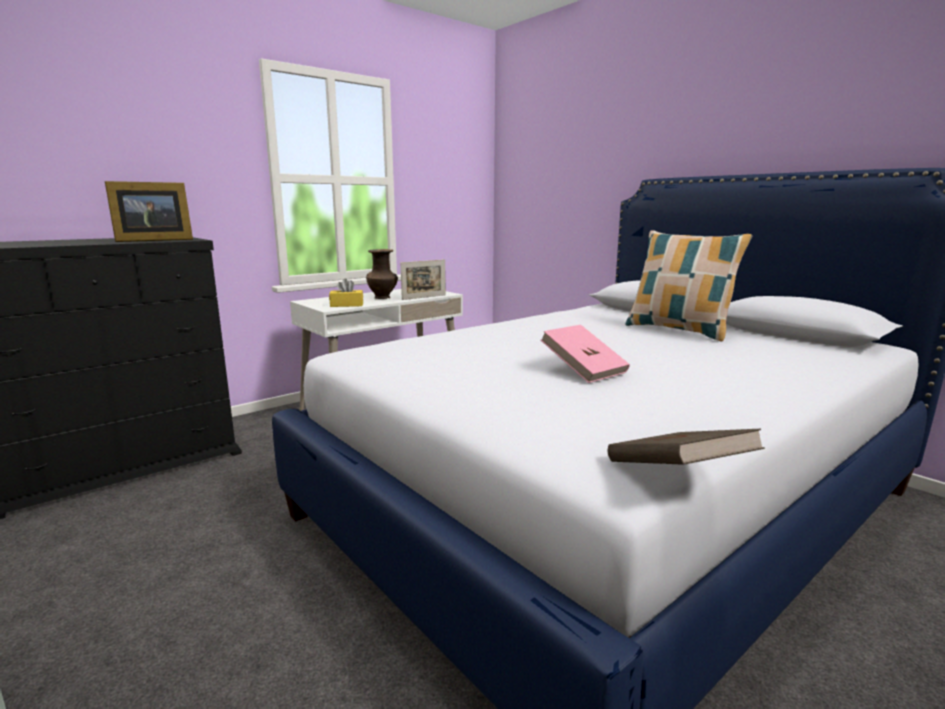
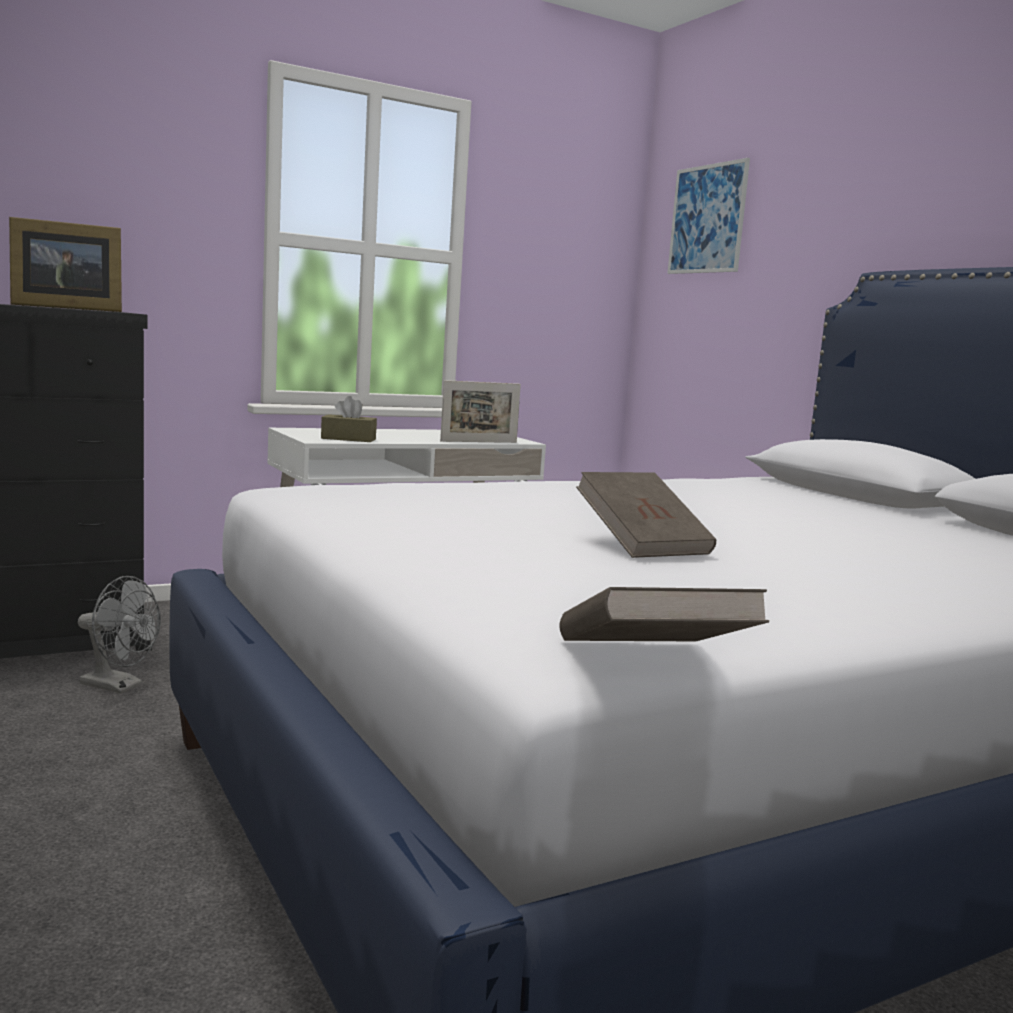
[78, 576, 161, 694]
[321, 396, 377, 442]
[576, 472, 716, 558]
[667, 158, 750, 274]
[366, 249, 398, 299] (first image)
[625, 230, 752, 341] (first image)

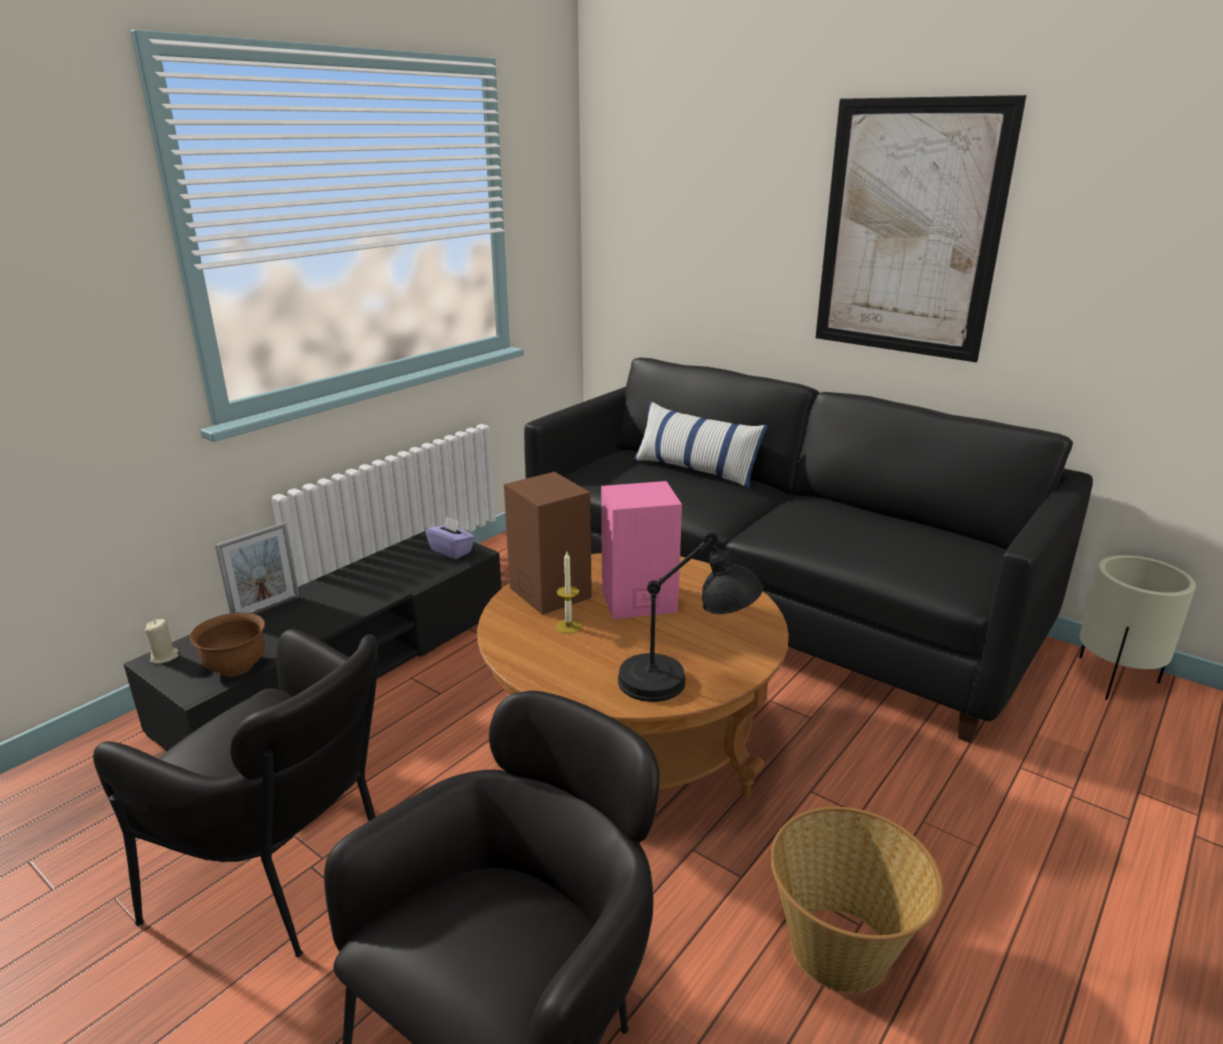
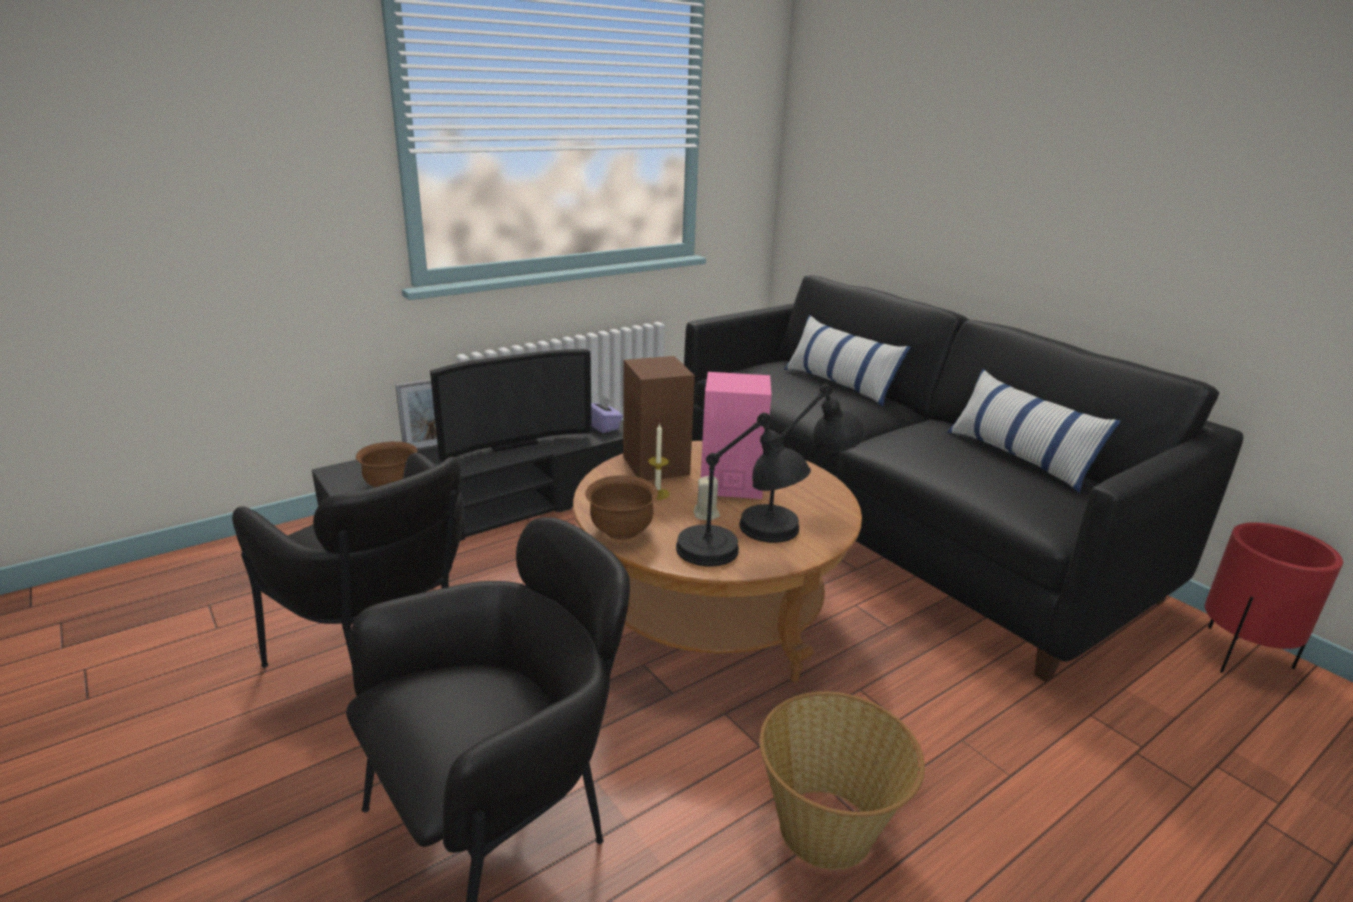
[430, 349, 592, 462]
[585, 475, 658, 540]
[694, 476, 720, 520]
[739, 384, 866, 543]
[947, 369, 1121, 493]
[1205, 522, 1343, 673]
[815, 95, 1027, 362] (first image)

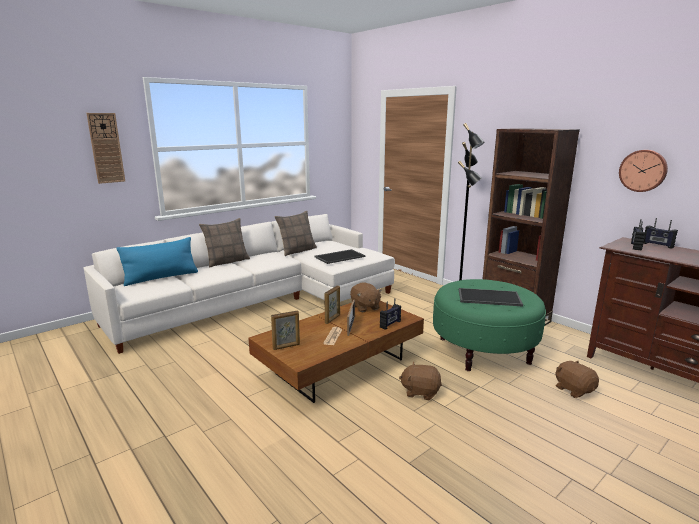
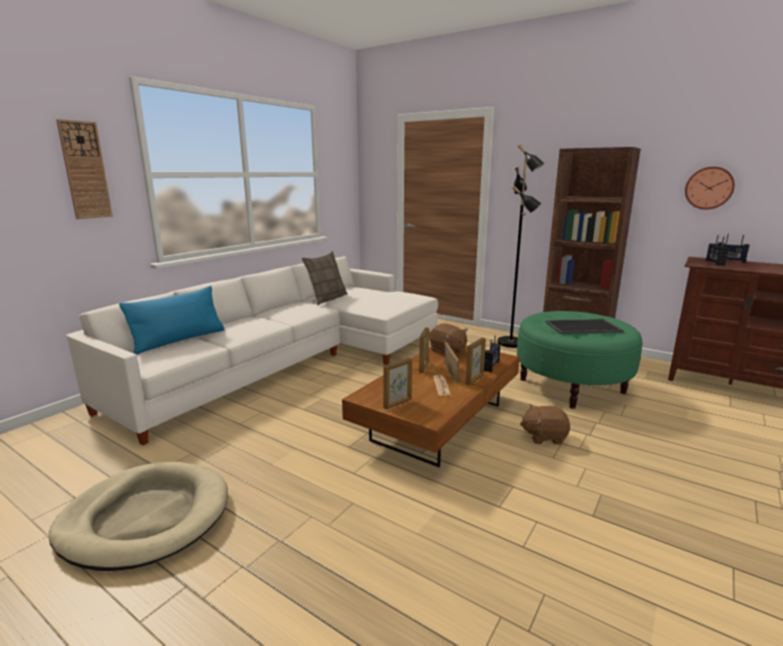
[48, 462, 228, 571]
[465, 338, 486, 385]
[199, 218, 250, 268] (first image)
[315, 249, 366, 264] (first image)
[555, 361, 599, 398] (first image)

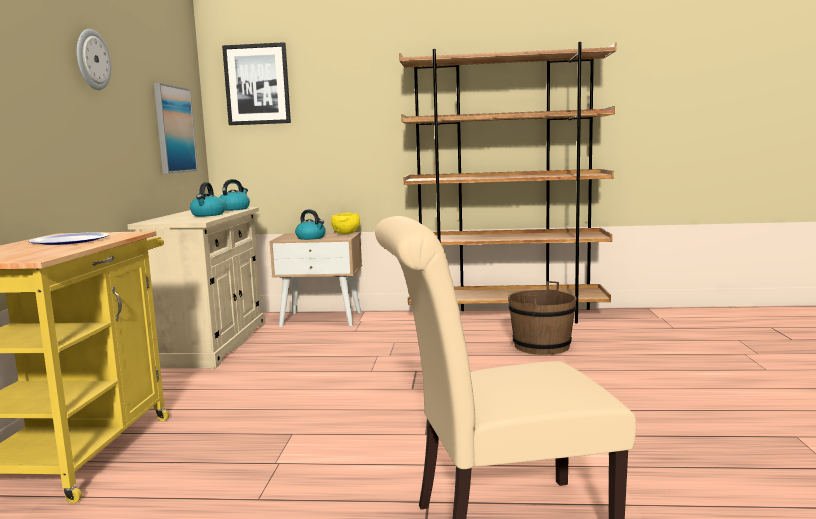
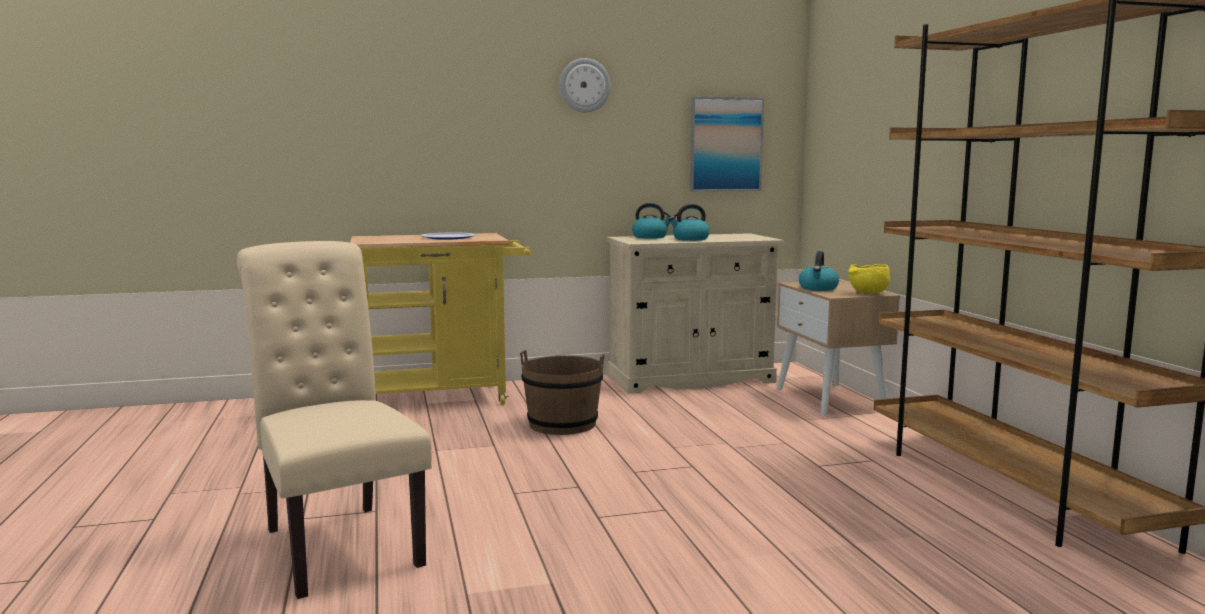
[520, 350, 605, 435]
[632, 203, 671, 239]
[222, 42, 291, 125] (first image)

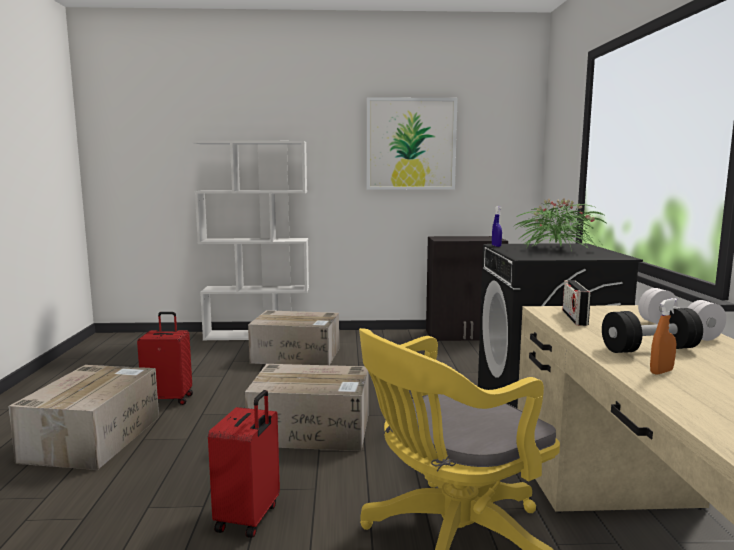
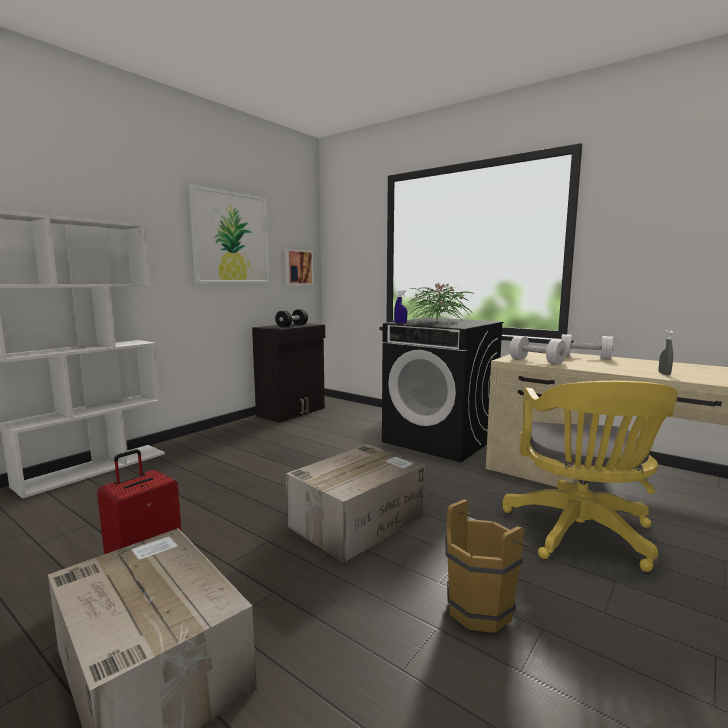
[275, 309, 308, 327]
[285, 249, 314, 285]
[445, 499, 529, 633]
[510, 336, 566, 364]
[659, 330, 673, 375]
[248, 310, 339, 365] (first image)

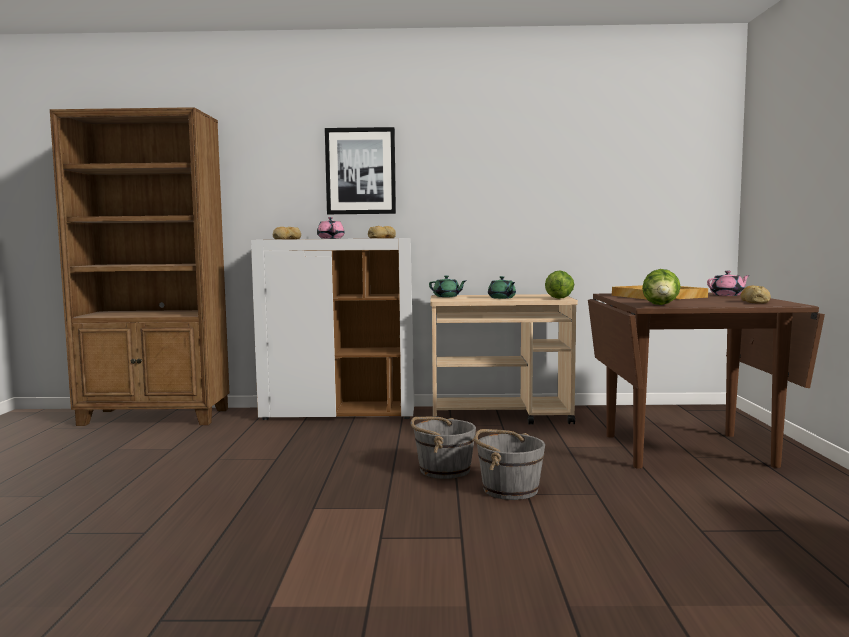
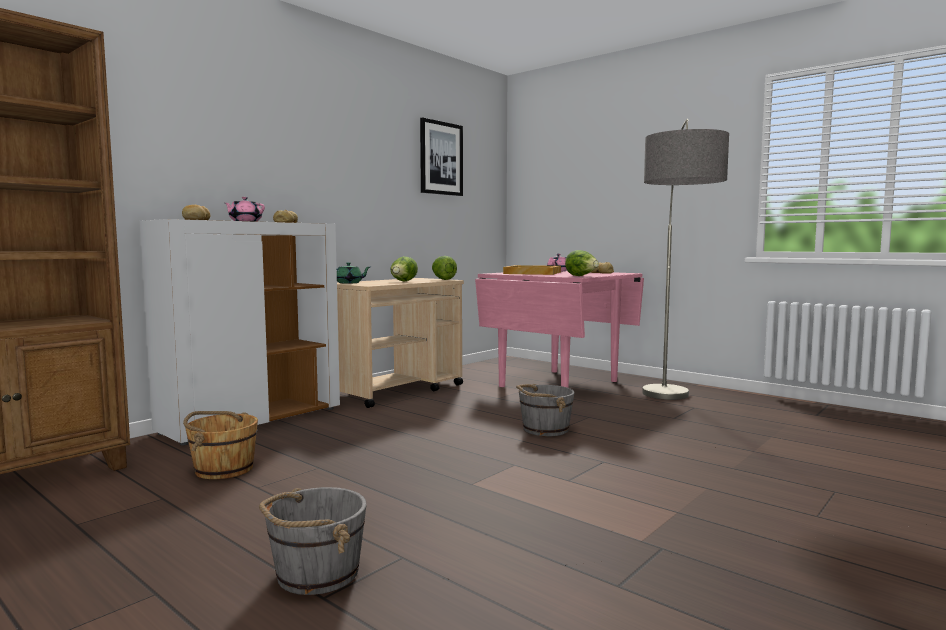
[183, 411, 258, 480]
[259, 487, 367, 595]
[390, 256, 418, 282]
[420, 117, 463, 196]
[475, 271, 644, 388]
[642, 119, 729, 400]

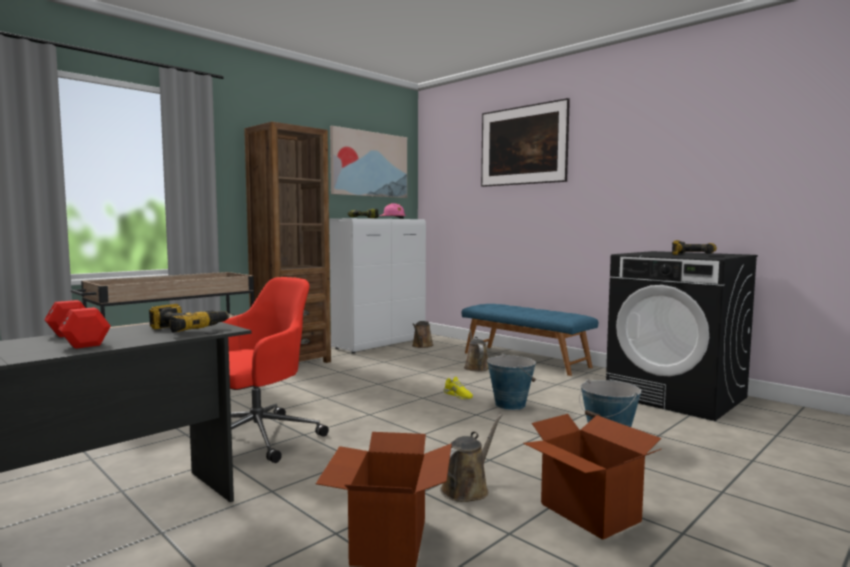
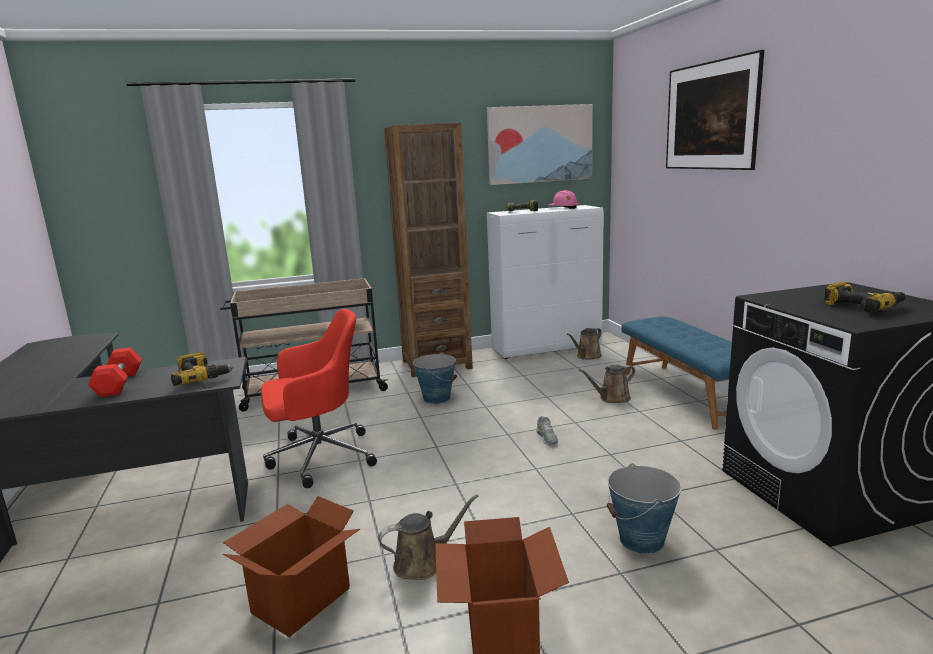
[413, 353, 457, 404]
[536, 416, 558, 445]
[579, 365, 635, 403]

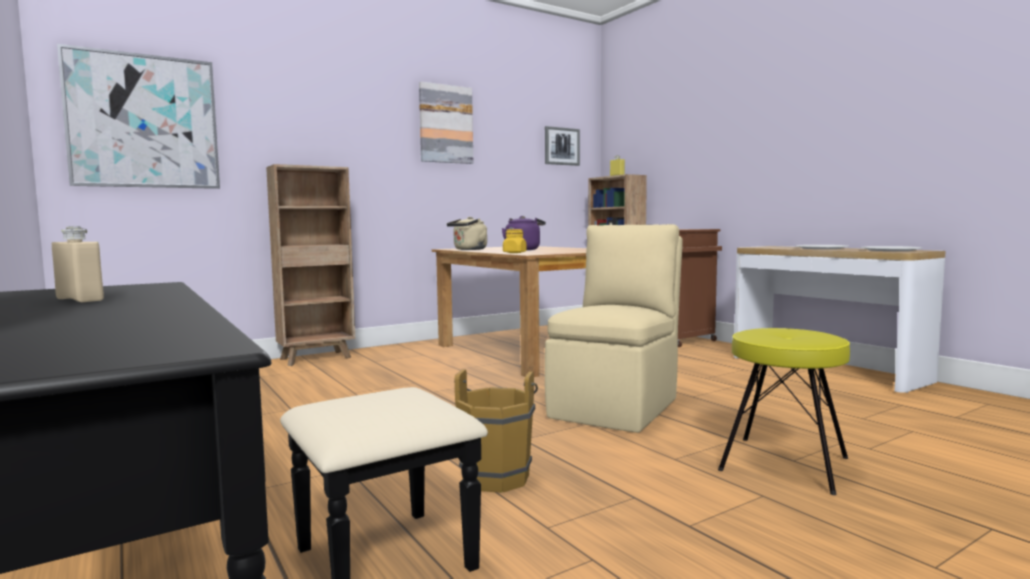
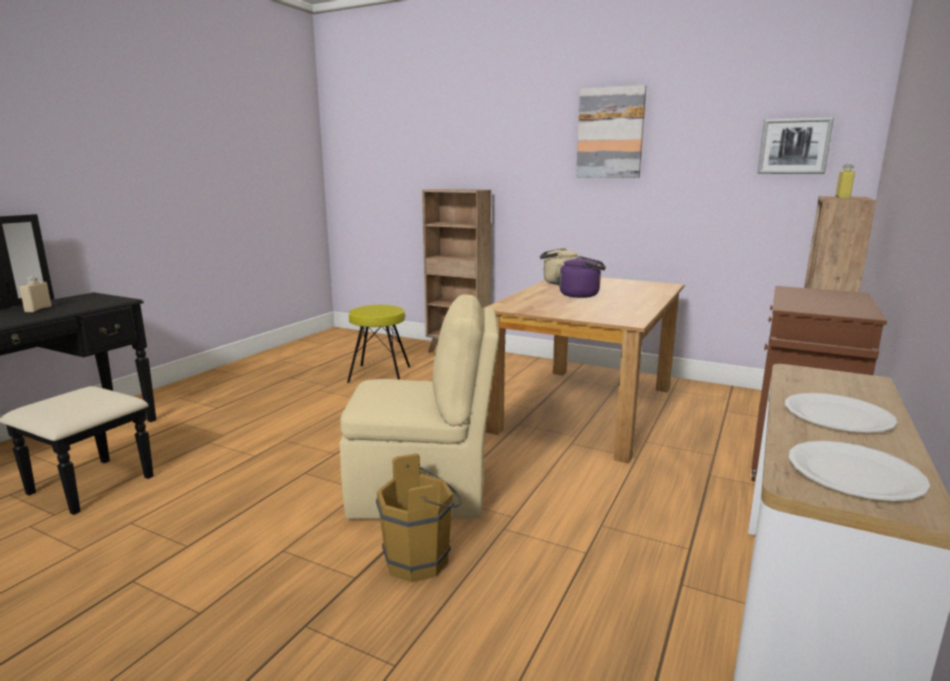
[347, 305, 410, 383]
[376, 454, 462, 582]
[57, 44, 220, 189] (first image)
[503, 229, 527, 253] (first image)

